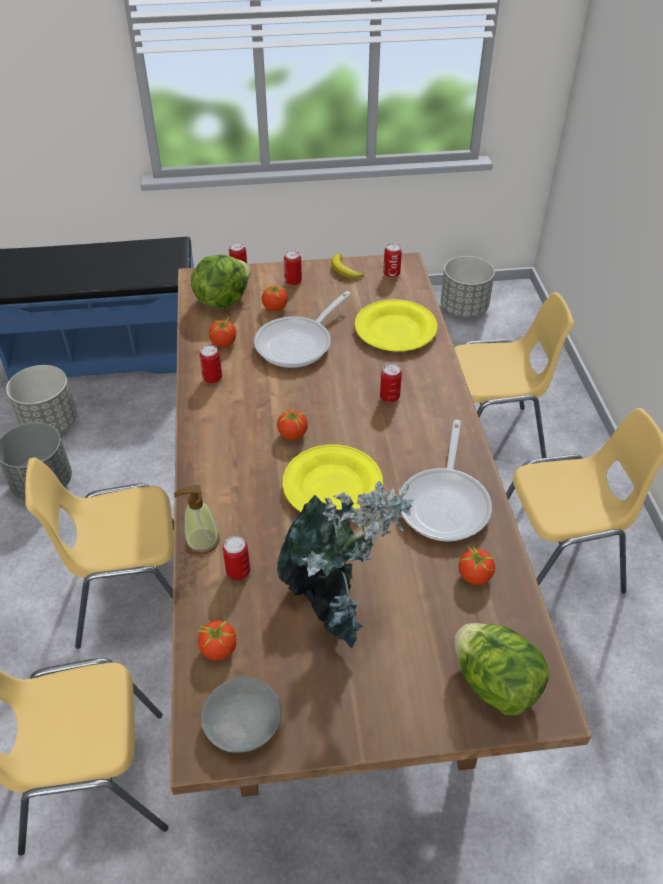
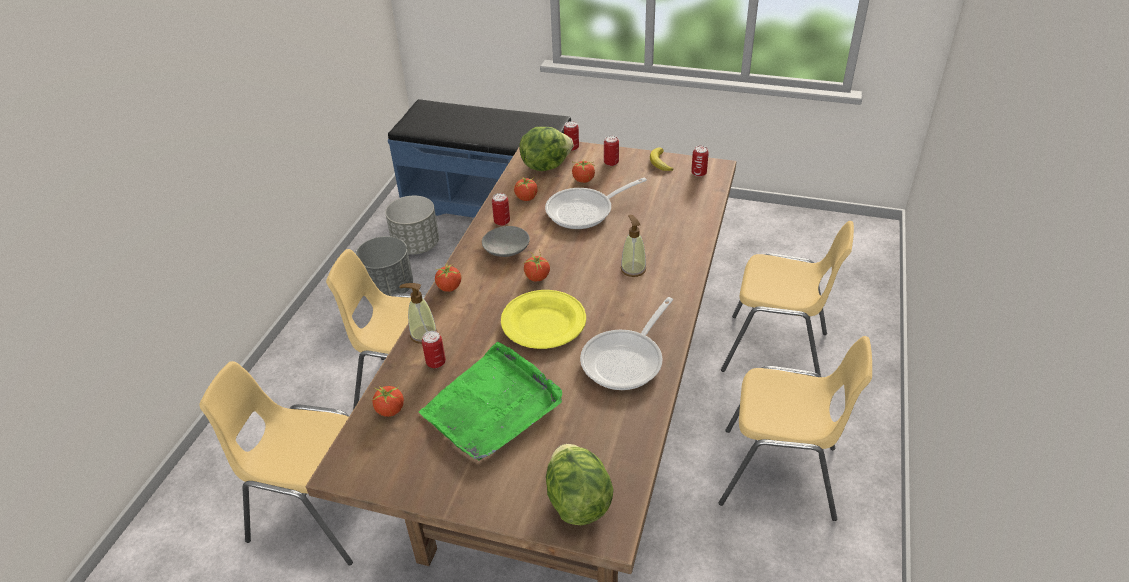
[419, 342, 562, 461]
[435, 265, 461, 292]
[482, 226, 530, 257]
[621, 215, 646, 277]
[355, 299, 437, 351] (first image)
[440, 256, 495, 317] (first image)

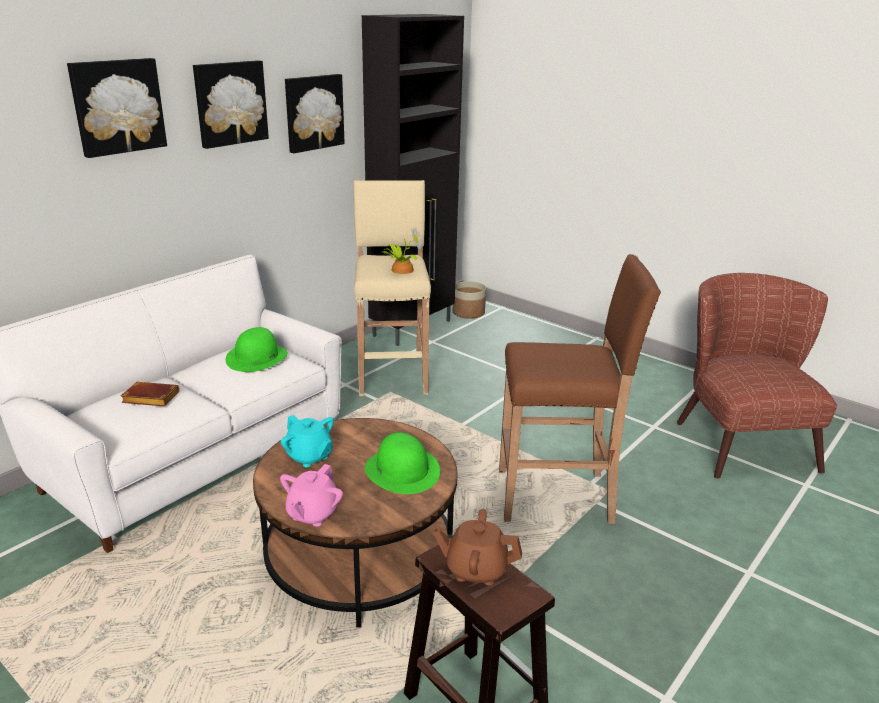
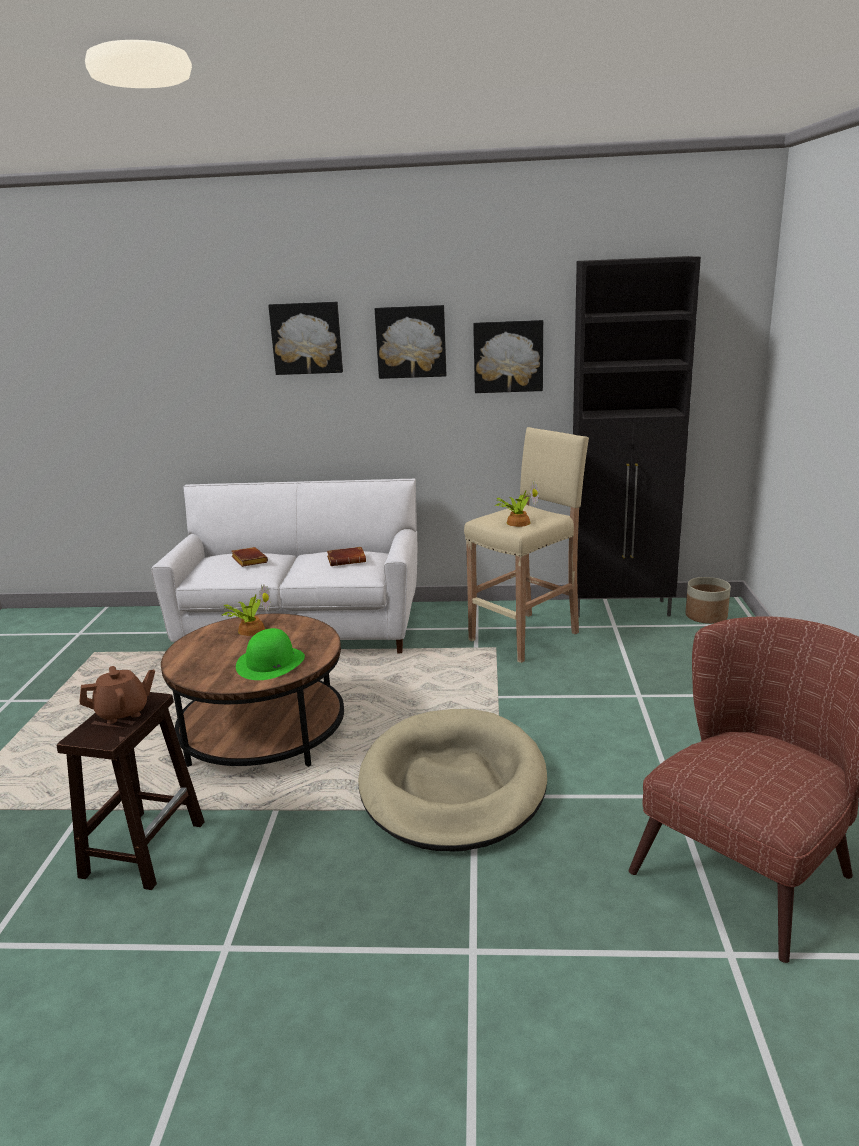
[80, 666, 155, 724]
[222, 585, 271, 636]
[327, 547, 366, 566]
[358, 709, 547, 851]
[280, 464, 343, 527] (first image)

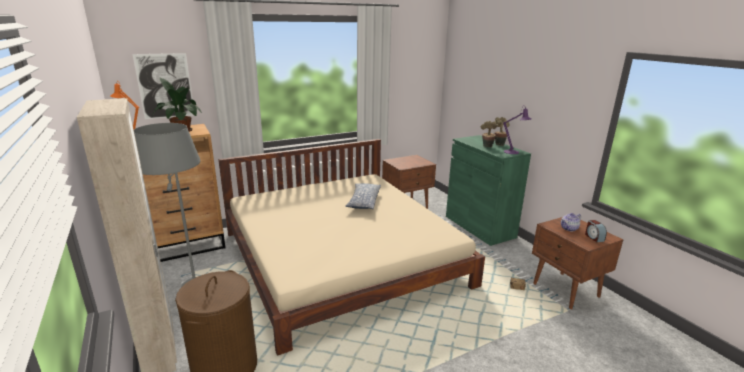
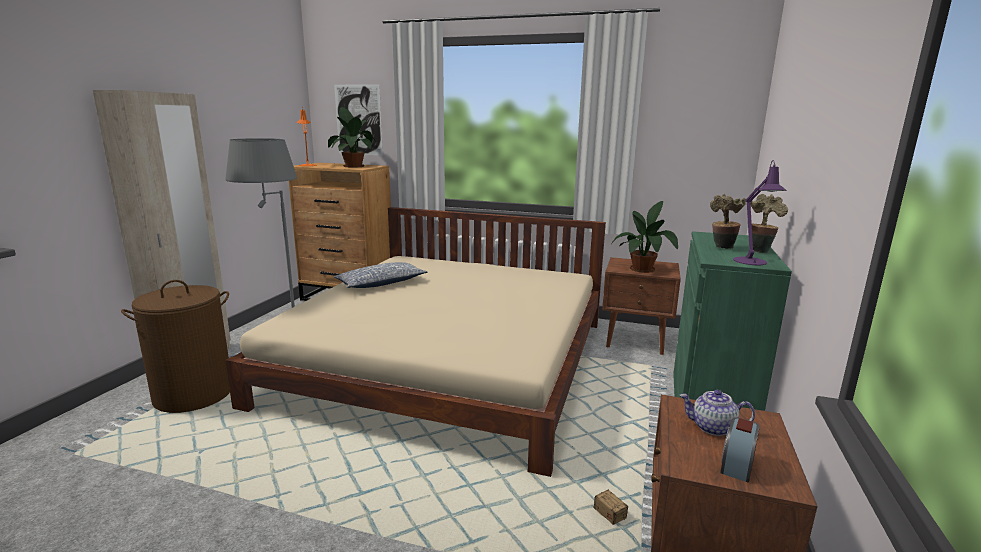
[334, 262, 427, 288]
[611, 201, 678, 273]

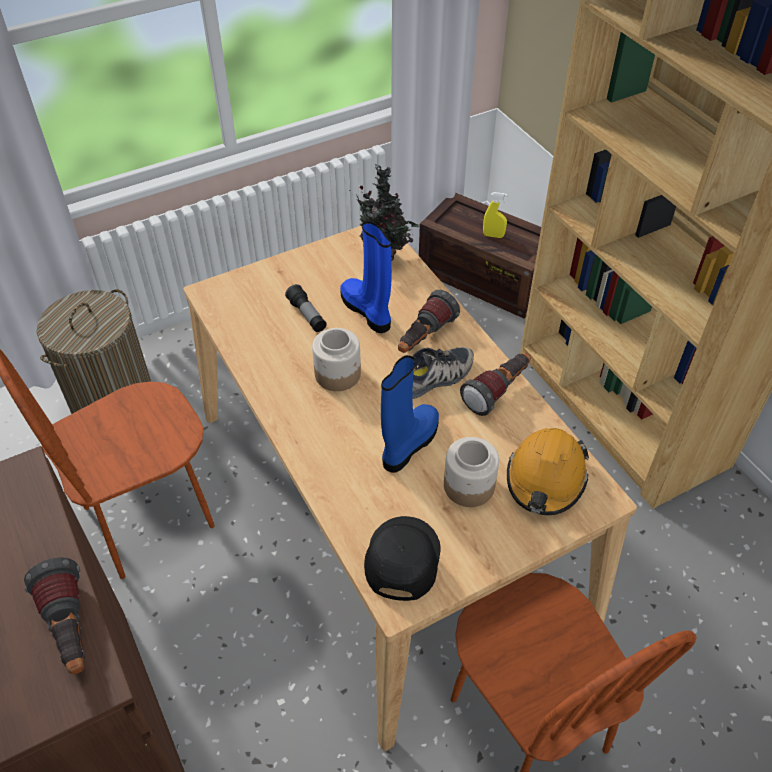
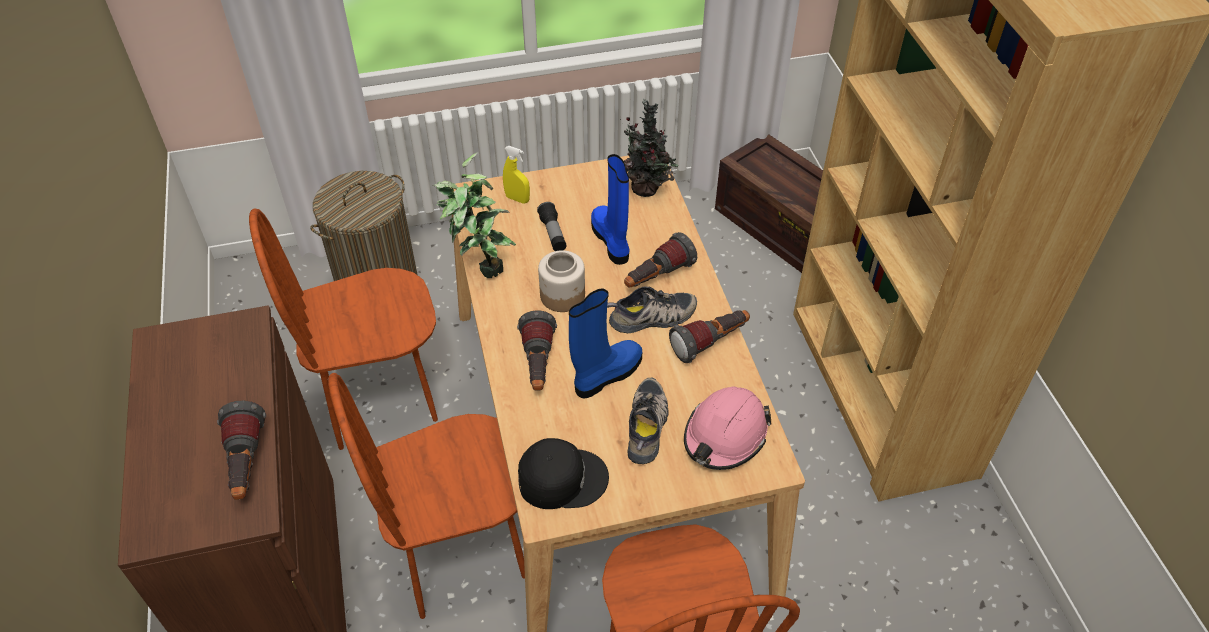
[328, 373, 525, 619]
[433, 152, 516, 278]
[503, 146, 530, 203]
[517, 310, 557, 391]
[518, 438, 609, 509]
[628, 378, 669, 464]
[684, 387, 771, 470]

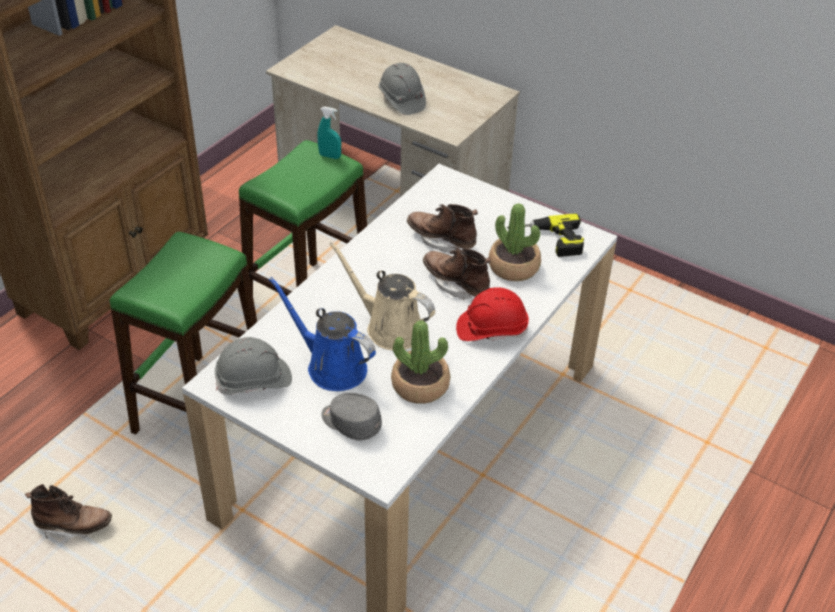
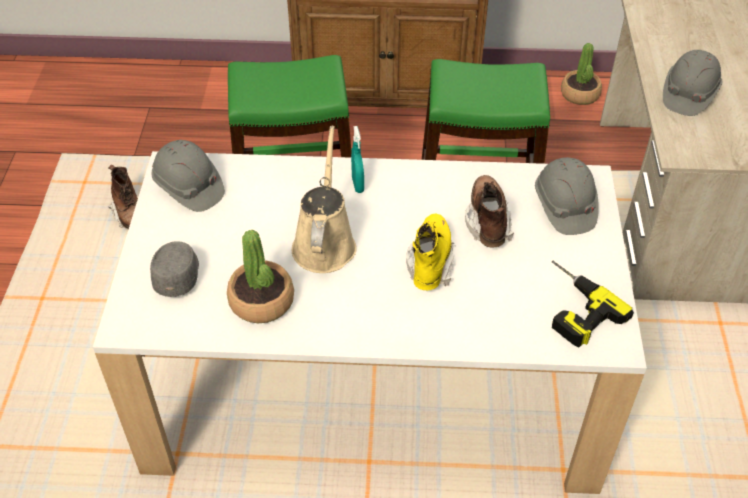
[351, 126, 364, 193]
[406, 214, 456, 290]
[535, 157, 599, 235]
[561, 43, 602, 105]
[269, 277, 376, 391] (first image)
[456, 287, 529, 341] (first image)

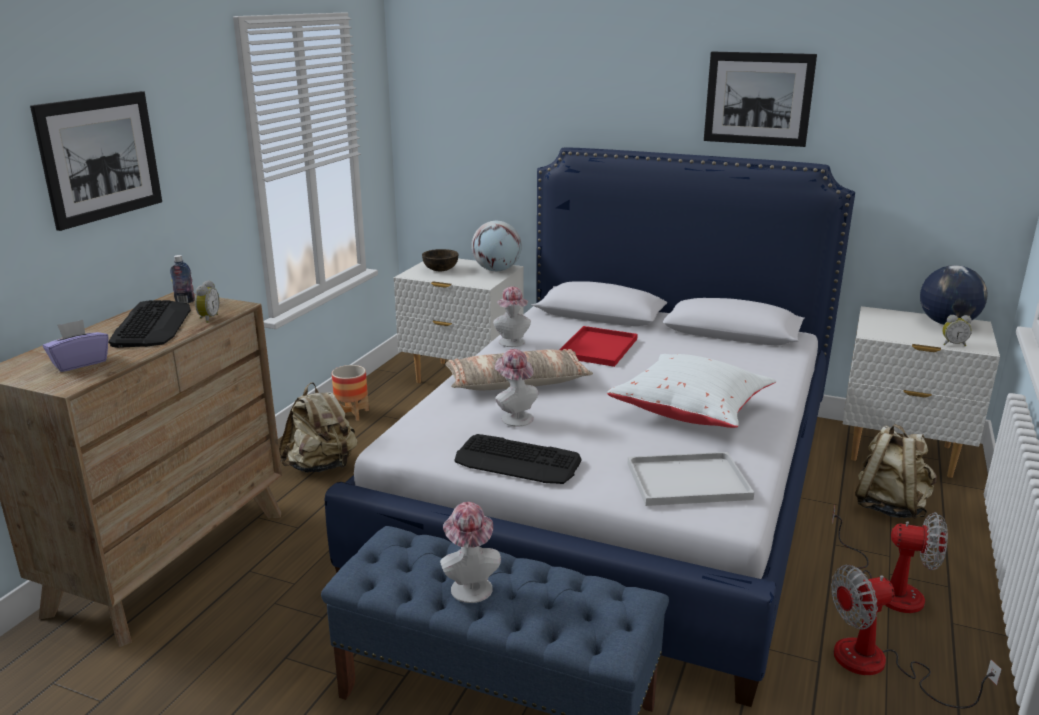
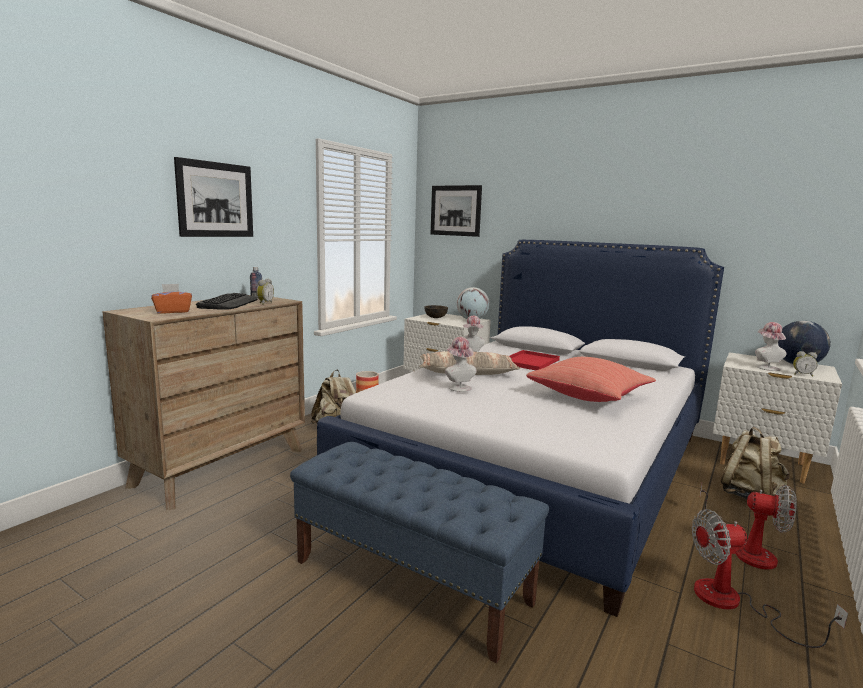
[151, 284, 192, 314]
[431, 185, 482, 237]
[526, 357, 656, 402]
[755, 322, 787, 371]
[454, 434, 582, 484] (first image)
[628, 452, 754, 506] (first image)

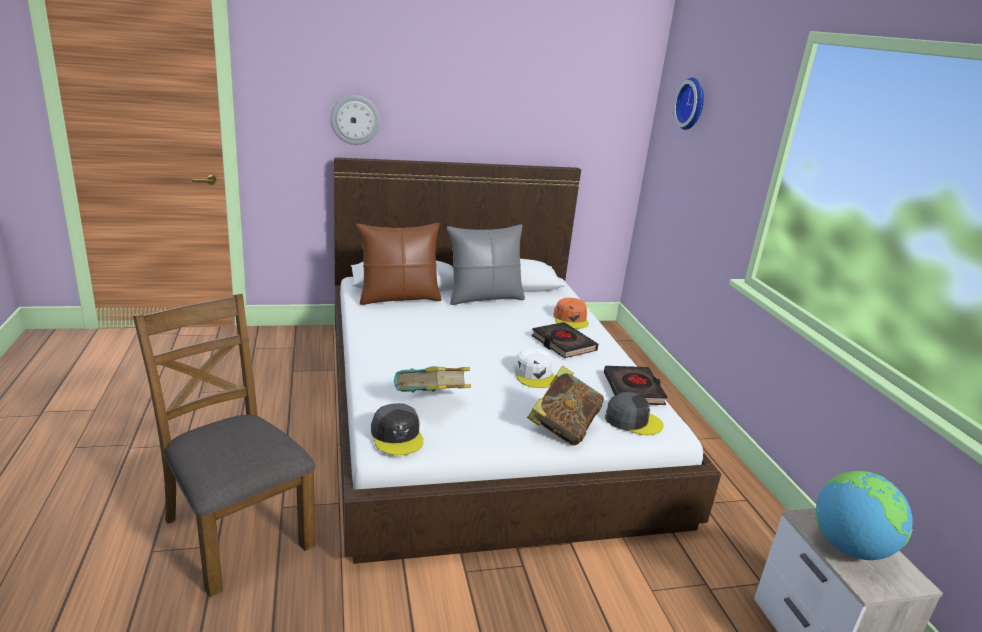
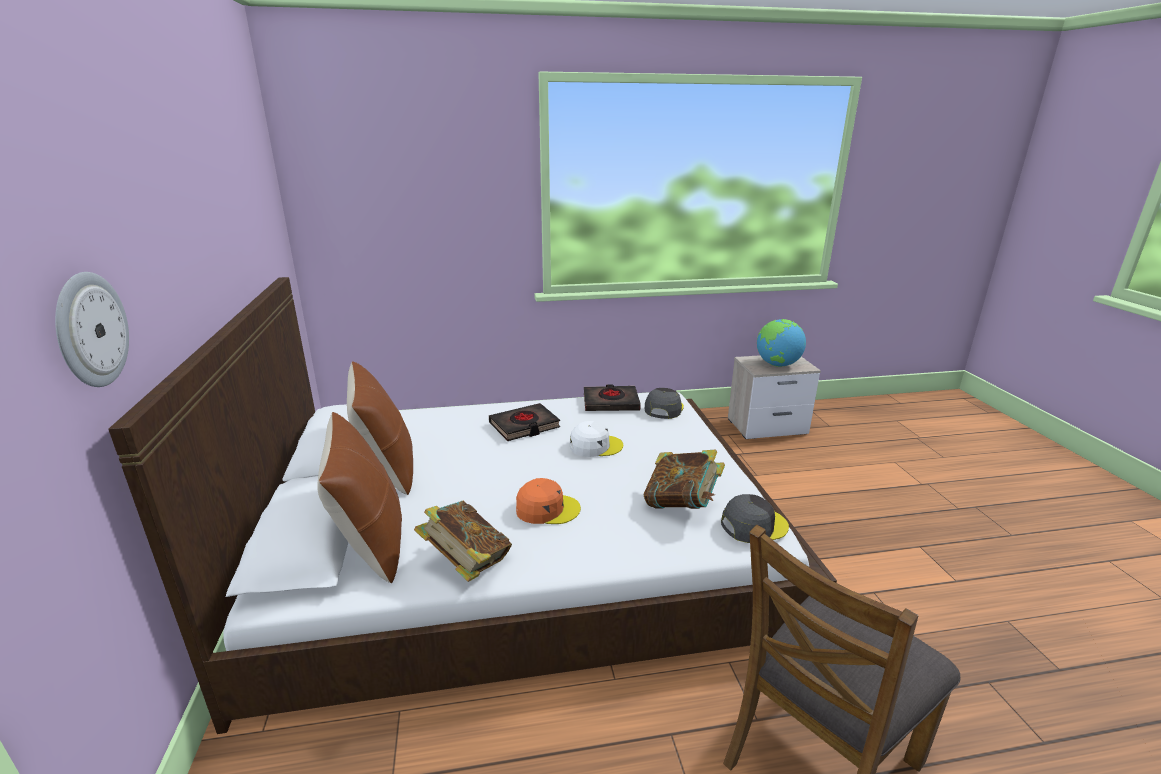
[347, 361, 413, 495]
[414, 501, 512, 582]
[516, 478, 581, 524]
[673, 78, 704, 130] (first image)

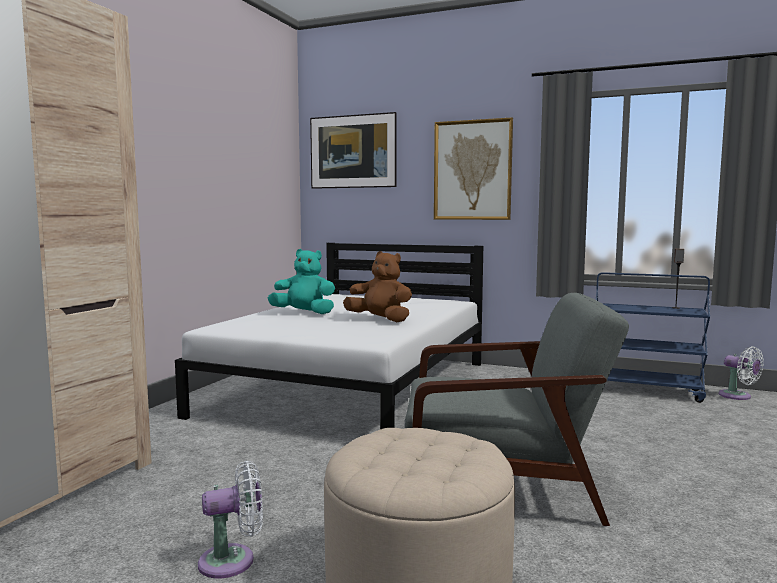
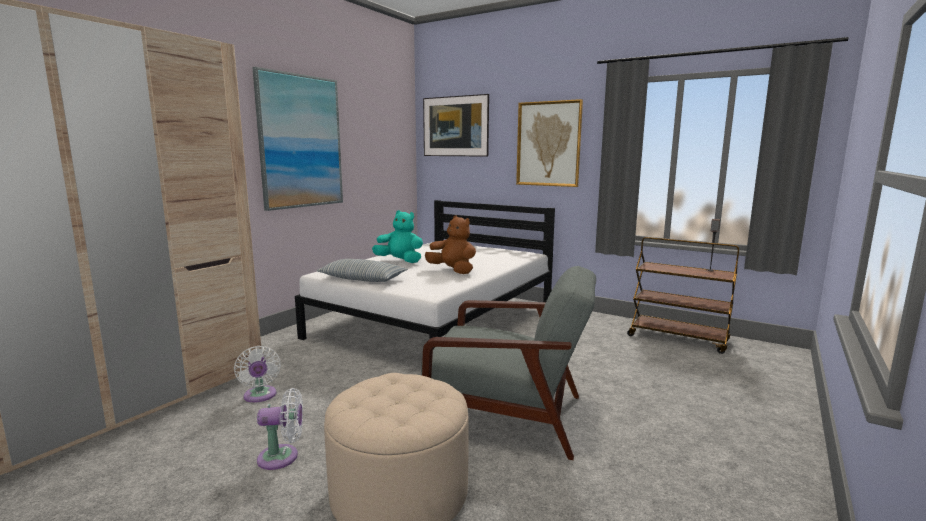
[234, 346, 281, 403]
[252, 67, 343, 211]
[316, 259, 408, 282]
[627, 237, 739, 354]

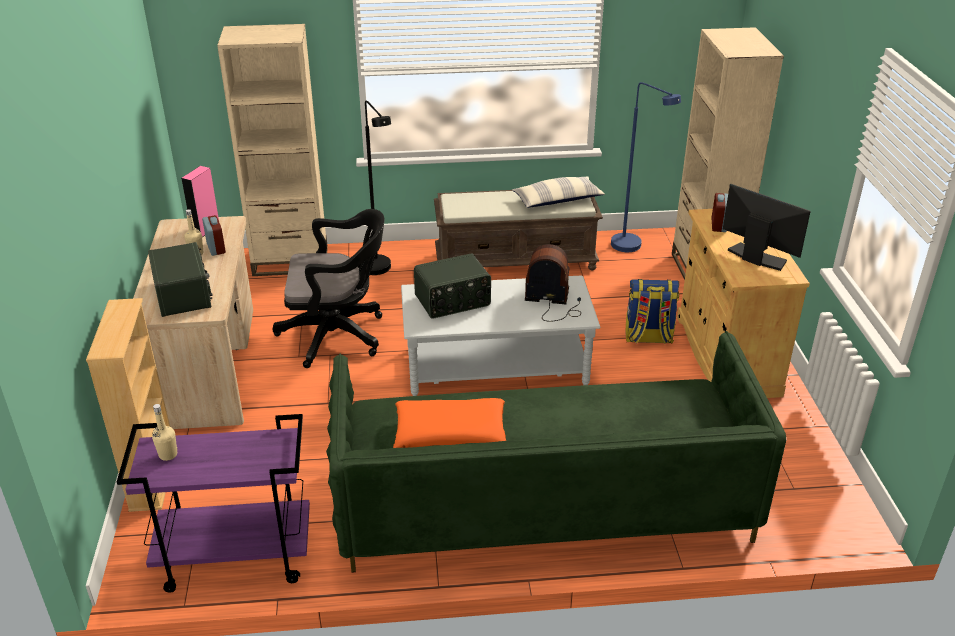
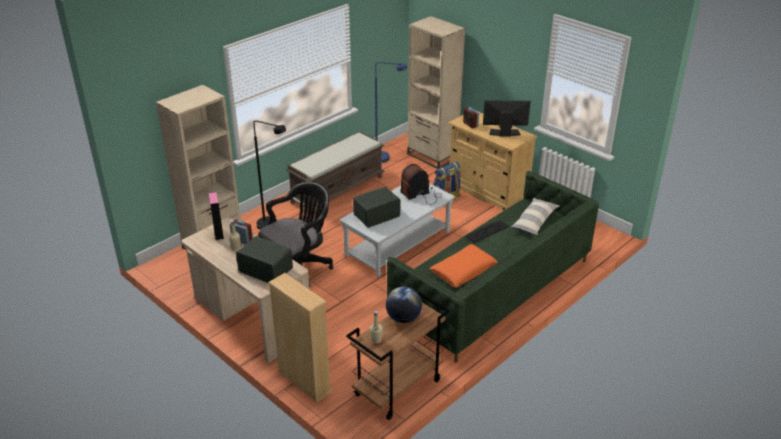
[346, 290, 450, 420]
[353, 187, 400, 228]
[386, 287, 422, 323]
[465, 220, 509, 243]
[511, 198, 560, 236]

